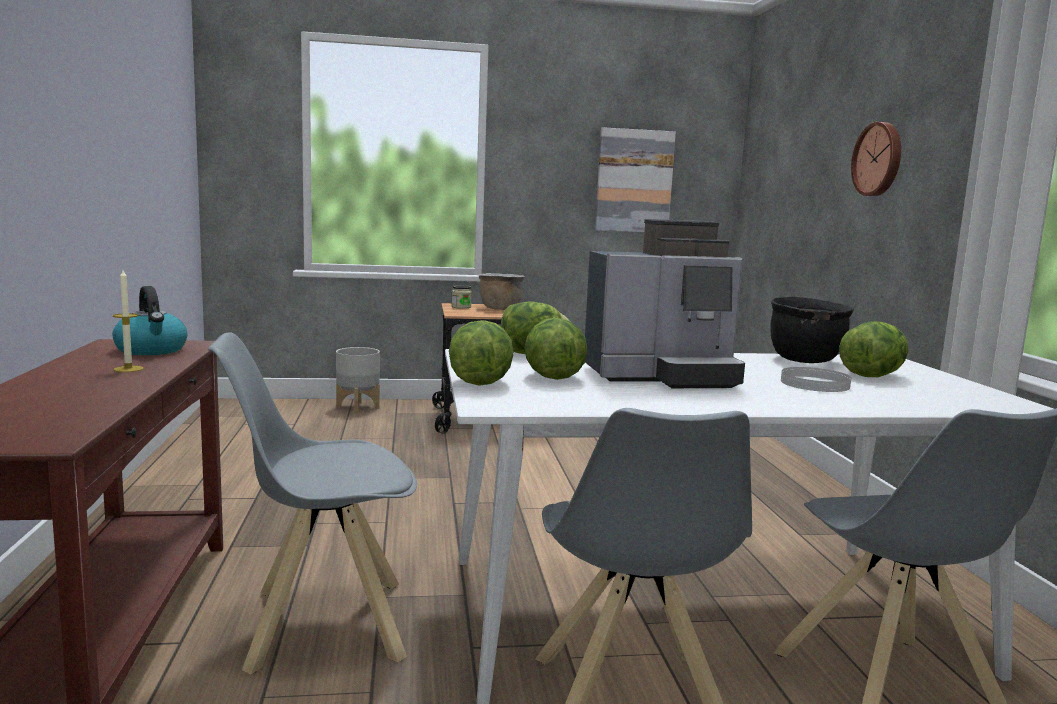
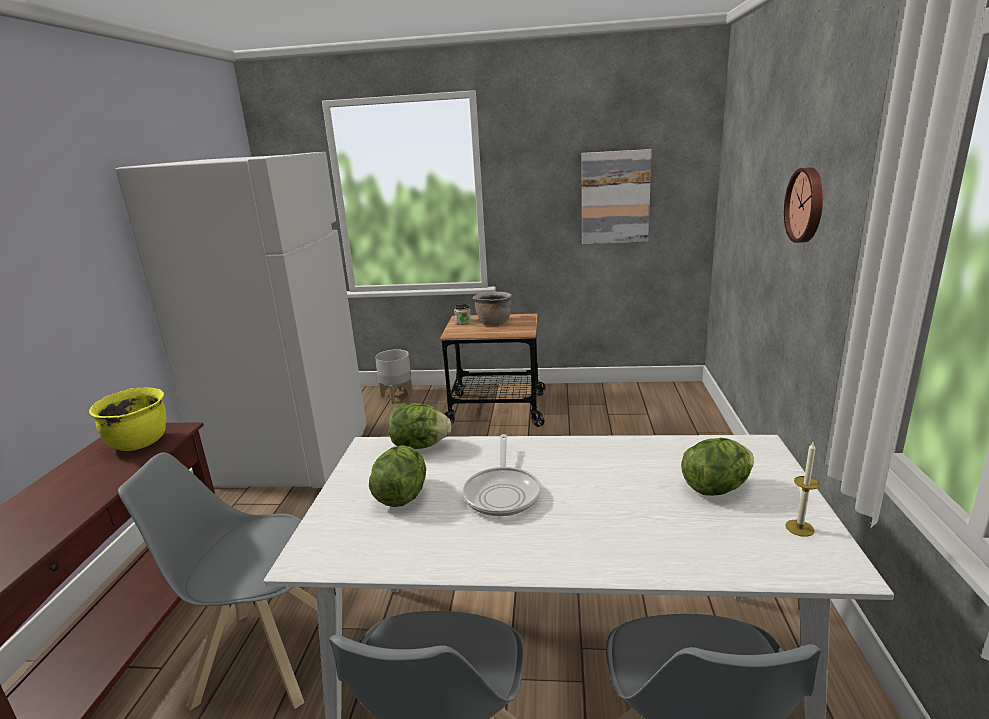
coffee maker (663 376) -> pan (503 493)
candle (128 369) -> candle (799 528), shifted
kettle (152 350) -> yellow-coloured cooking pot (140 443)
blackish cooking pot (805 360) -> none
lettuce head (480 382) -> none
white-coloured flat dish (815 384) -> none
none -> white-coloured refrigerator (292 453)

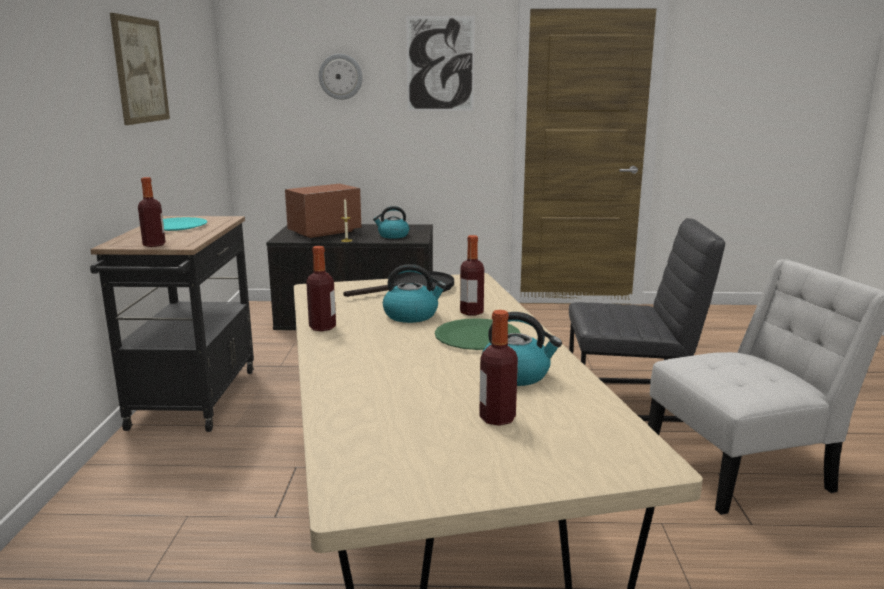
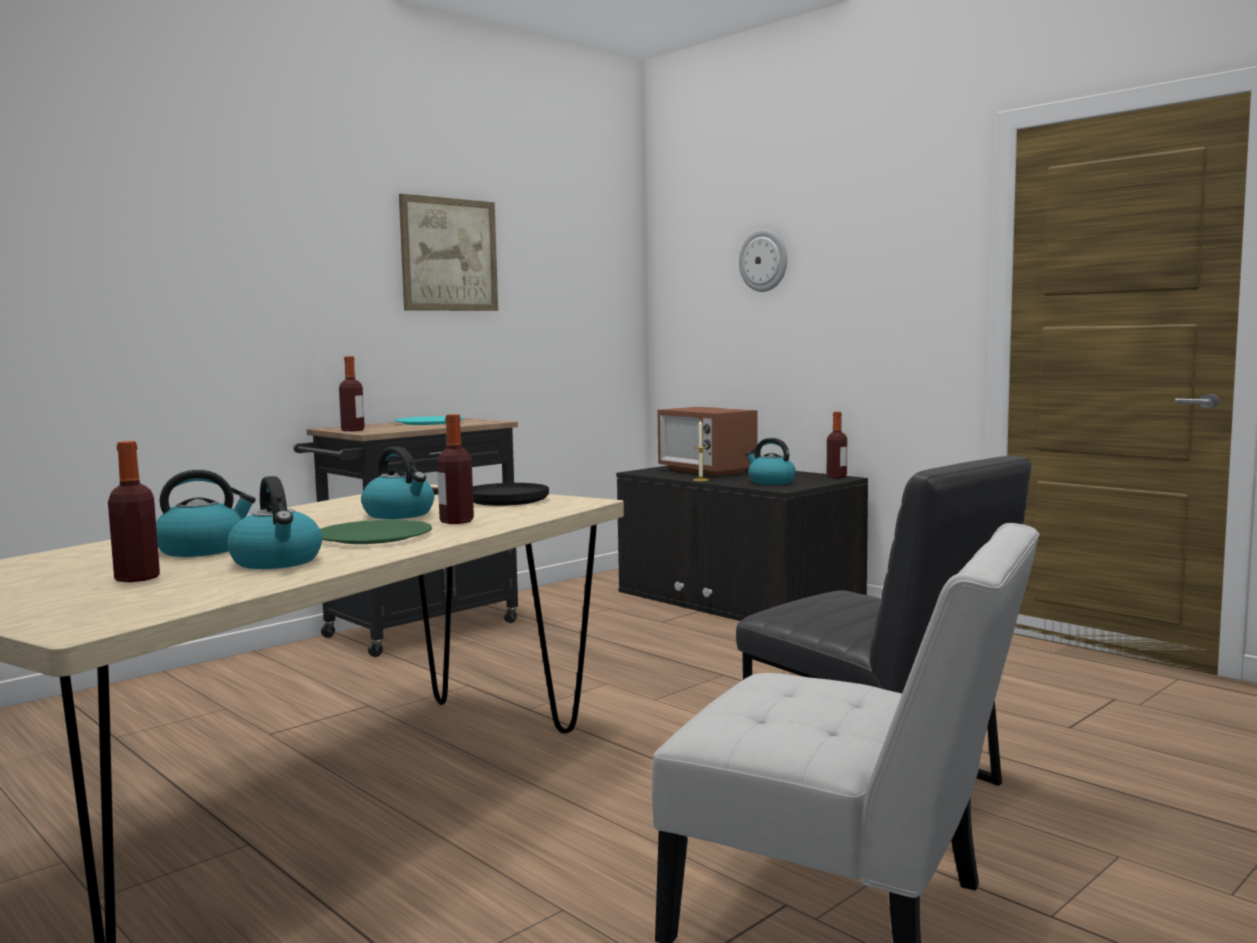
picture (440 64) -> none
kitchen microwave (324 232) -> kitchen microwave (706 471), 135 degrees counterclockwise
drink bottle (322 327) -> drink bottle (836 476), shifted
none -> kettle (203 549)

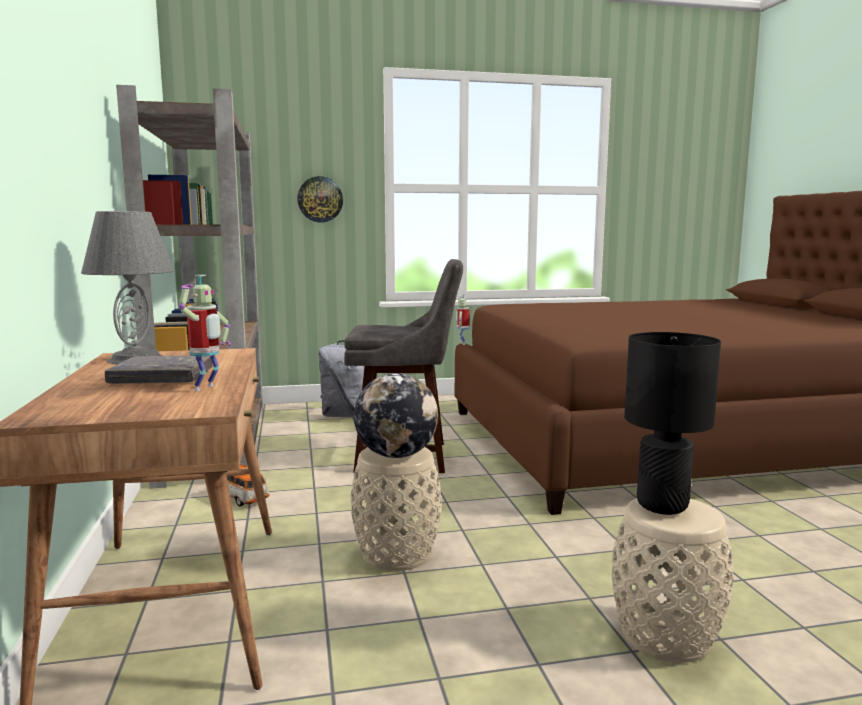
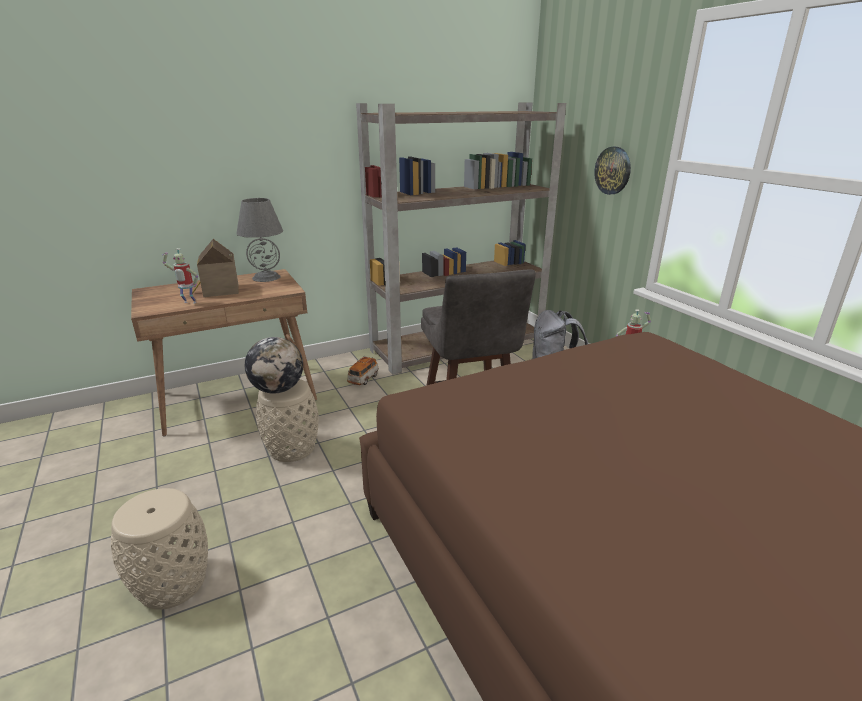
blackish table lamp (663 509) -> none
grey volume (162 377) -> toy house (219 290)

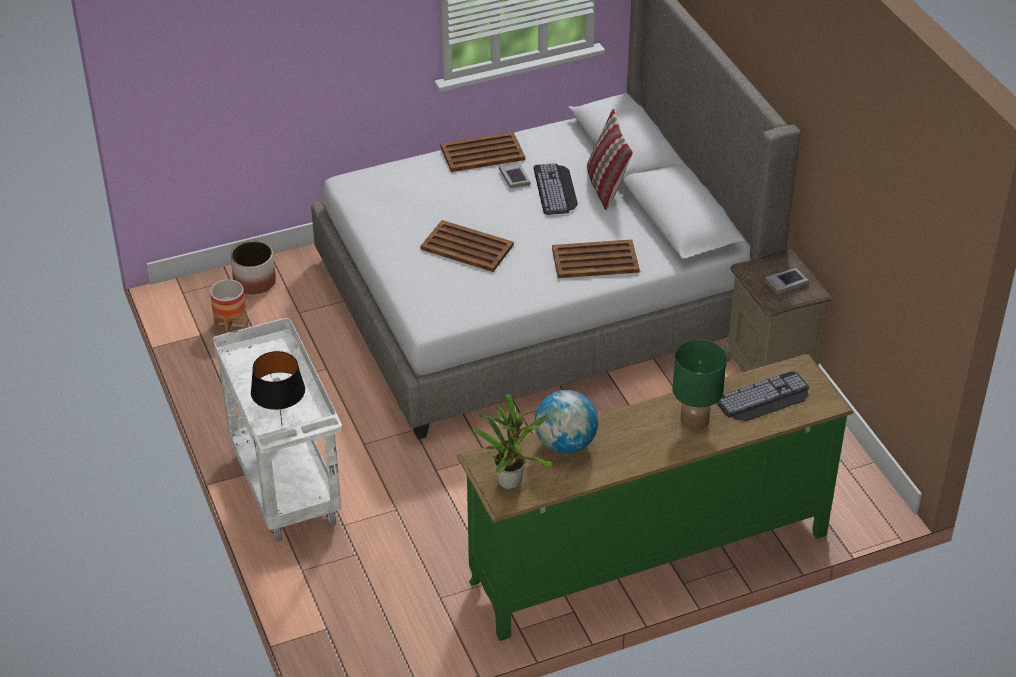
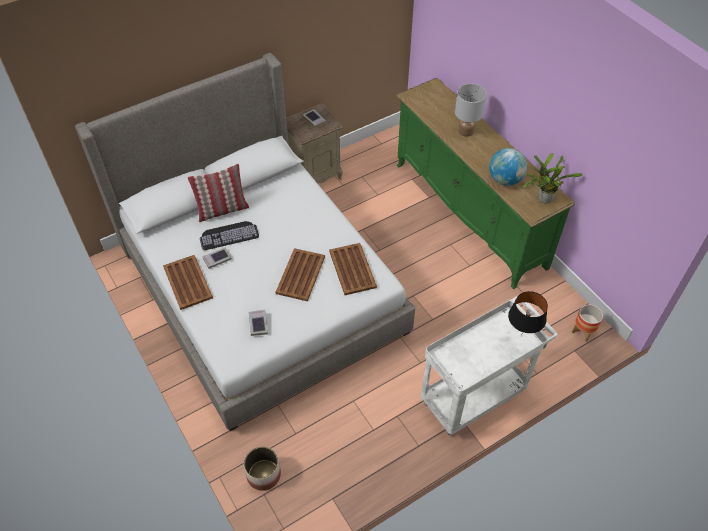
brown-coloured carrying tray (596 260) -> brown-coloured carrying tray (352 268), shifted
plant pot (231 324) -> plant pot (583 331), shifted
green-coloured table lamp (695 420) -> grey table lamp (465 131)
PC keyboard (764 399) -> none
none -> volume (258 324)

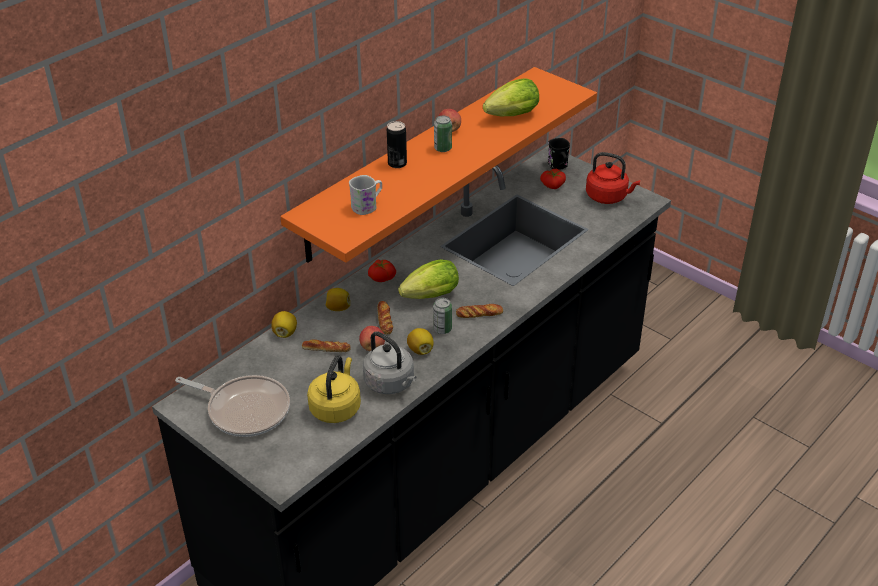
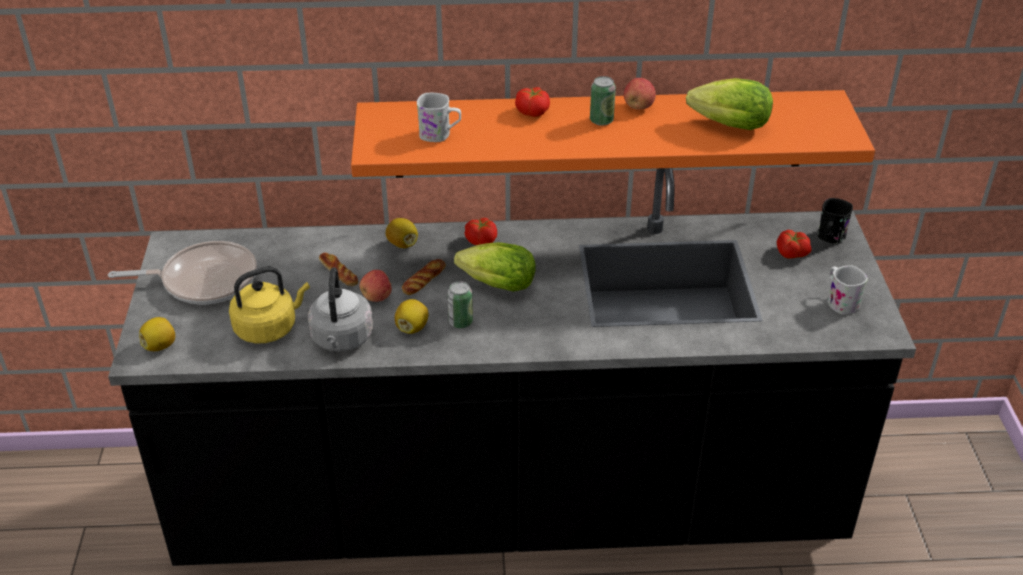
metal can (397 163) -> tomato (533 111)
red-coloured kettle (608 197) -> white-coloured mug (839 301)
bakery bread (479 314) -> none
whole lemon (285 333) -> whole lemon (160 346), shifted
pan (245 410) -> pan (204 280), 75 degrees counterclockwise

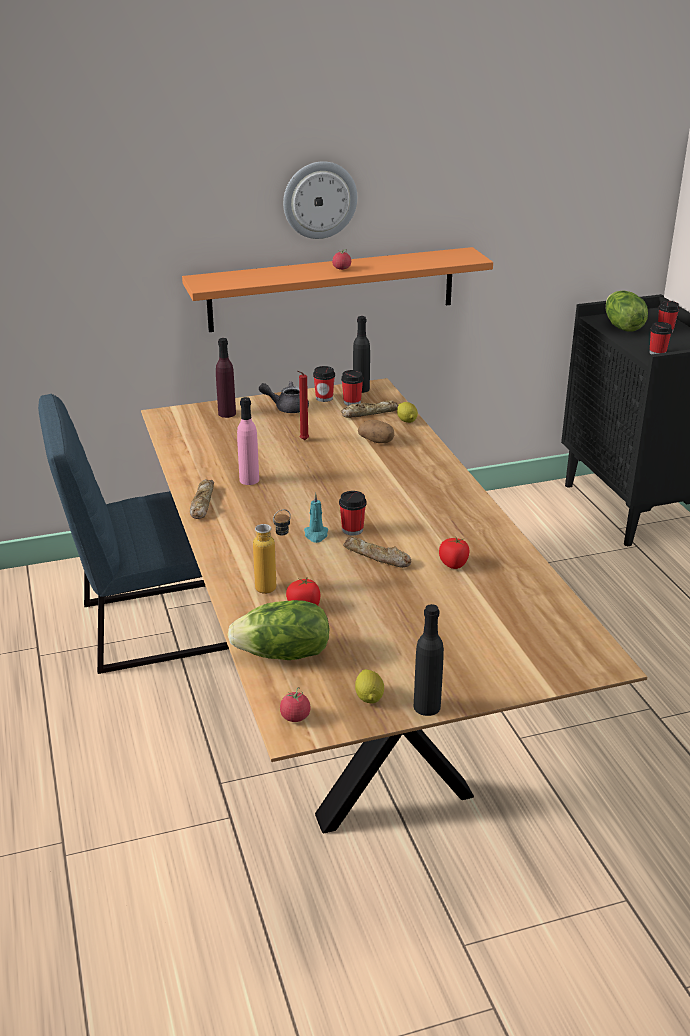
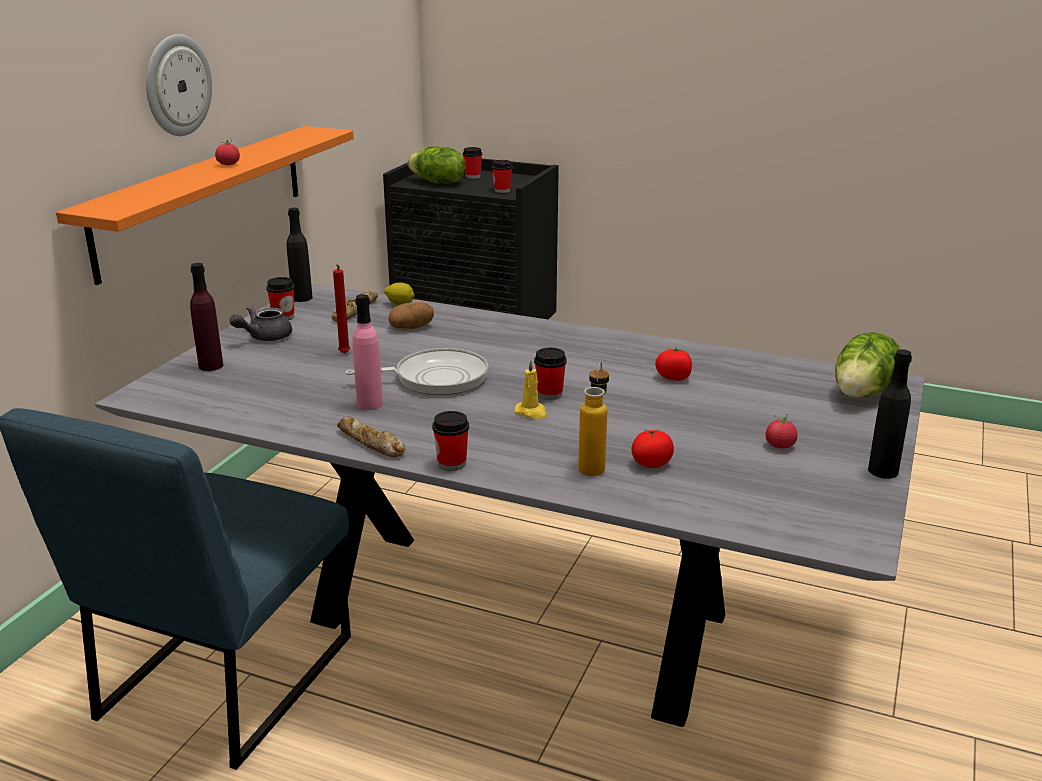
cup (352 402) -> cup (452 463), shifted
brown-coloured dinner table (344 703) -> grey dinner table (520 620)
blue-green candle (316 535) -> yellow-coloured candle (531 412)
bakery bread (377 557) -> none
lettuce head (283 654) -> lettuce head (863 392), shifted
whole lemon (369 697) -> none
tomato (295 717) -> tomato (780 446), shifted
none -> pan (435 378)

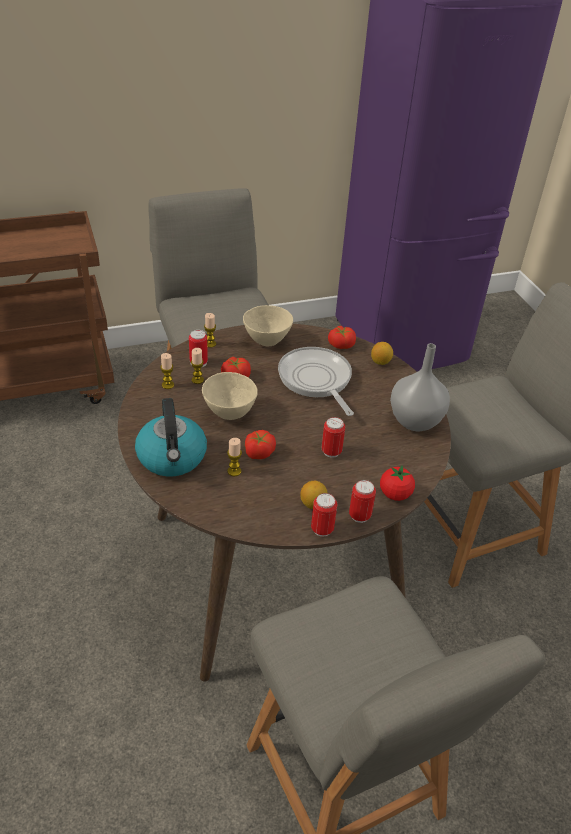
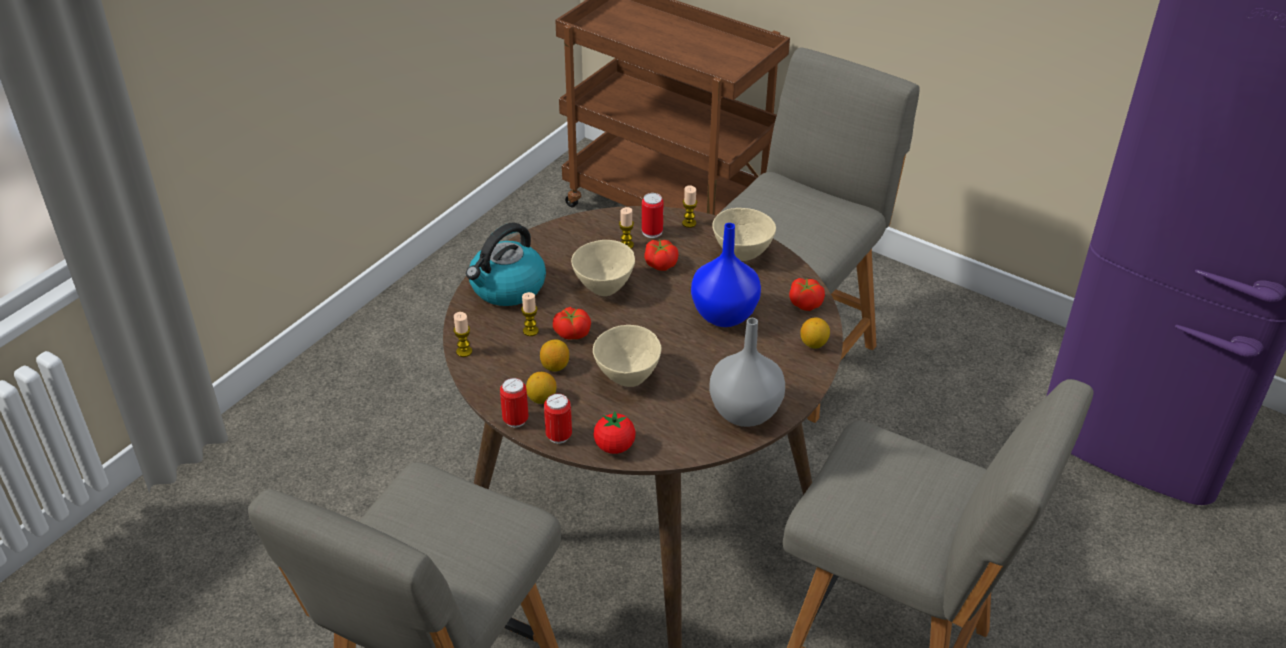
pan (316 380) -> bluish decorative vase (722 315)
candle (168 385) -> candle (464 351), shifted
metal can (331 451) -> beige-coloured deep dish (626 376)
none -> whole lemon (555 366)

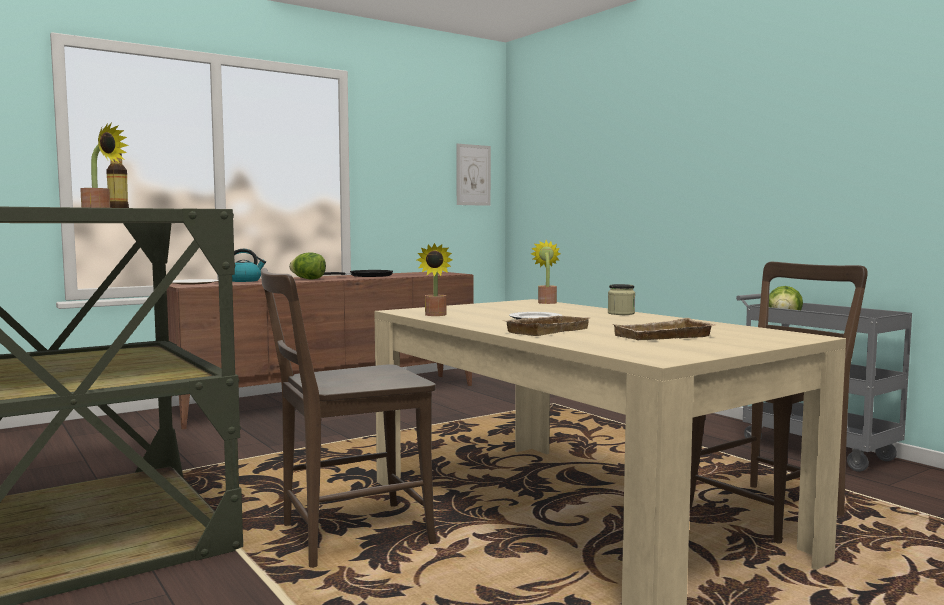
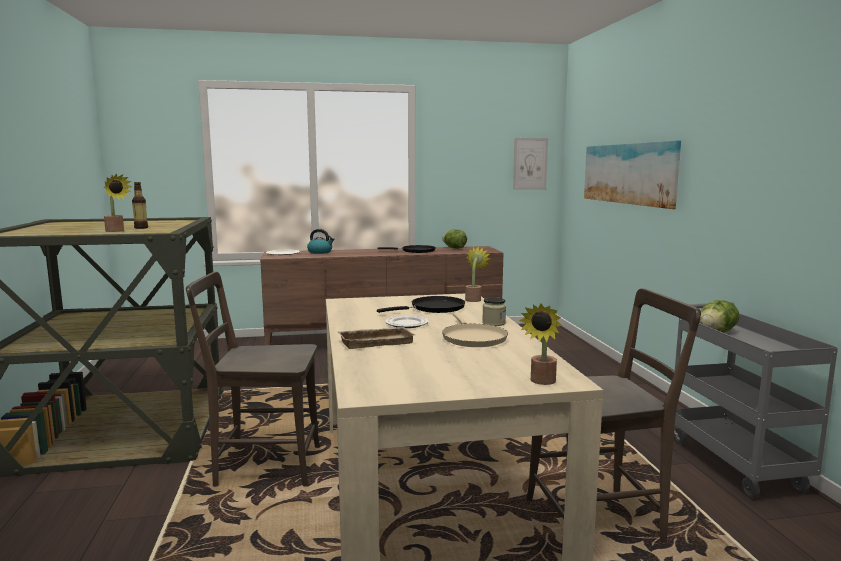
plant in a pot (435 315) -> plant in a pot (541 382), shifted
lettuce head (308 279) -> lettuce head (454 248), shifted
beige-coloured carrying tray (663 337) -> none
none -> picture (629 173)
none -> blackish pan (434 308)
none -> beige-coloured pan (472 338)

